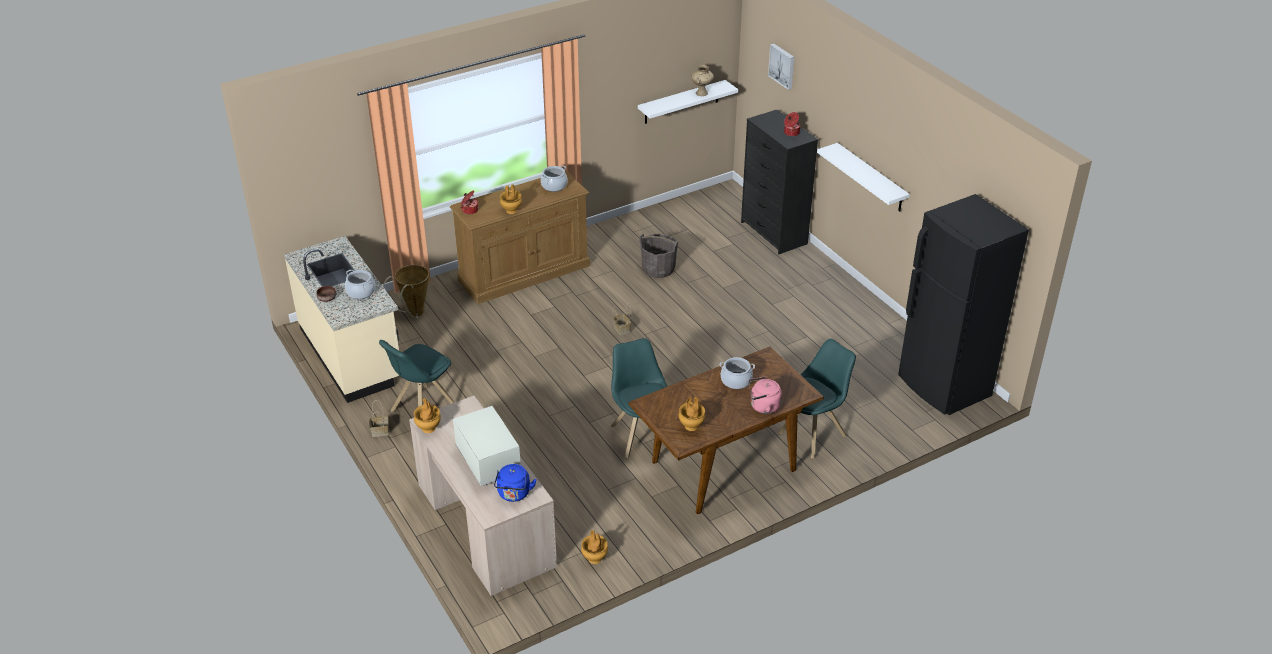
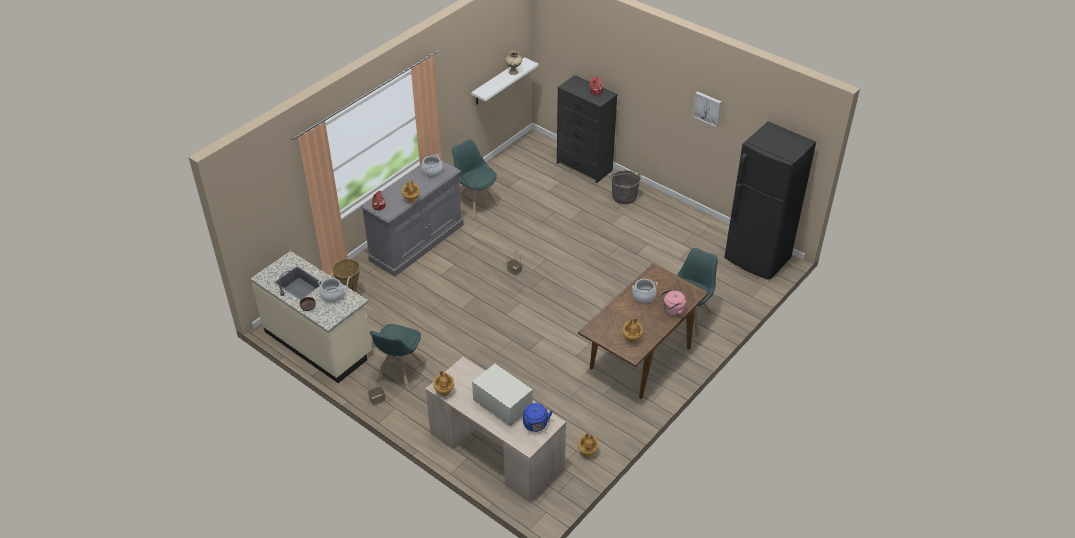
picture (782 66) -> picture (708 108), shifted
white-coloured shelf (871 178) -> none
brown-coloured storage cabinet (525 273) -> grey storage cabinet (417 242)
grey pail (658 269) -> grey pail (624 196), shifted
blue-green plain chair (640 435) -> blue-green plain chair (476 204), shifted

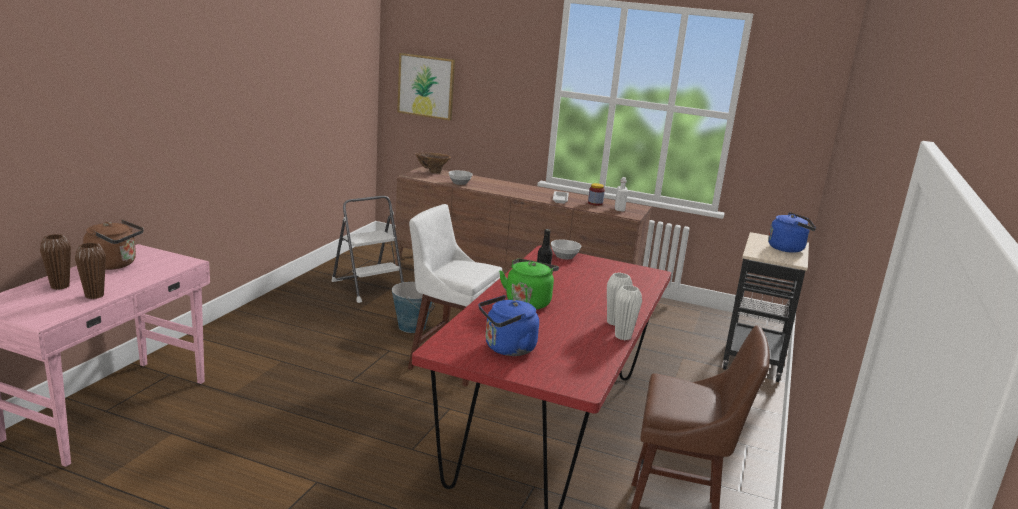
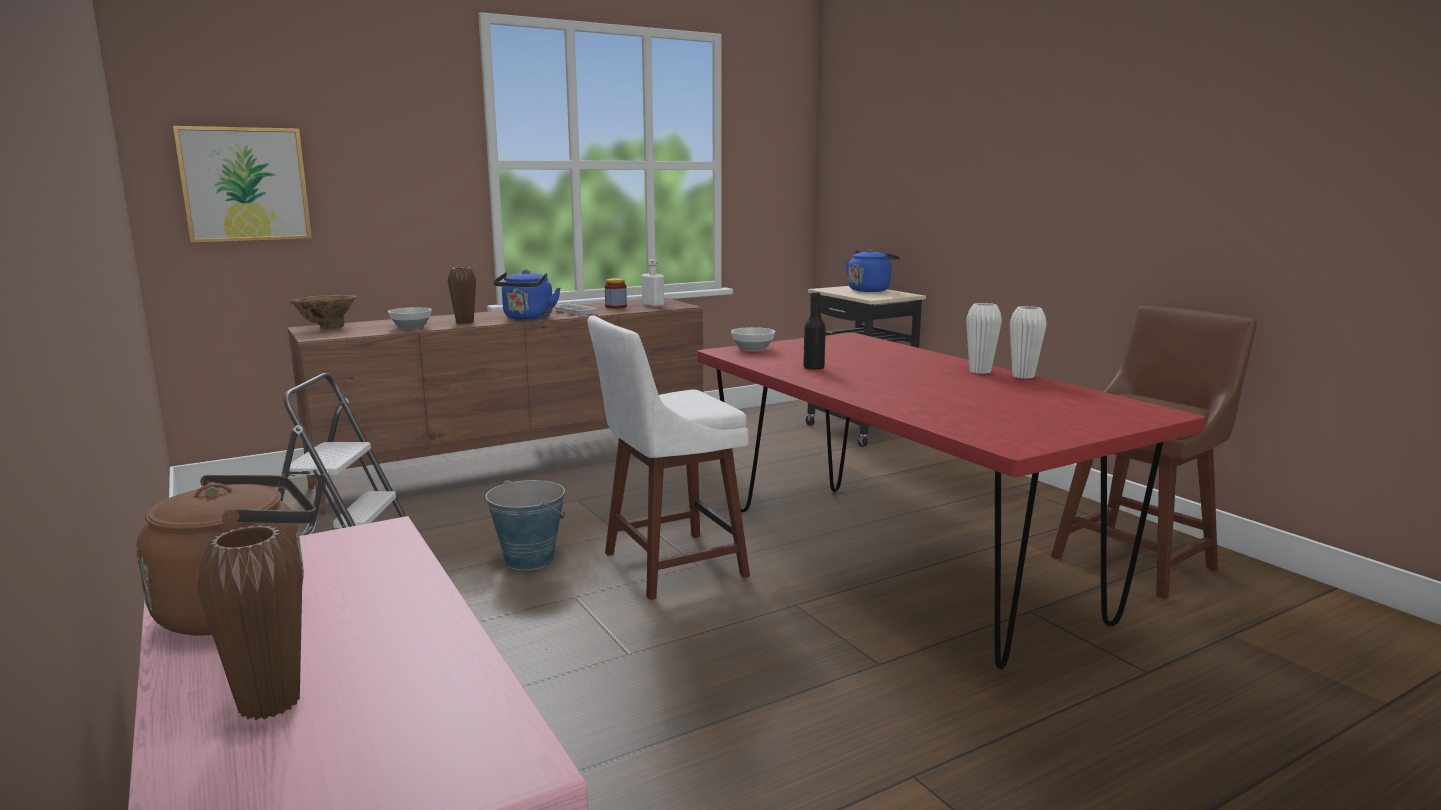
brown-coloured decorative vase (94 295) -> brown-coloured decorative vase (465 322), shifted
green-coloured kettle (528 302) -> none
bluish kettle (507 349) -> bluish kettle (527 318), shifted

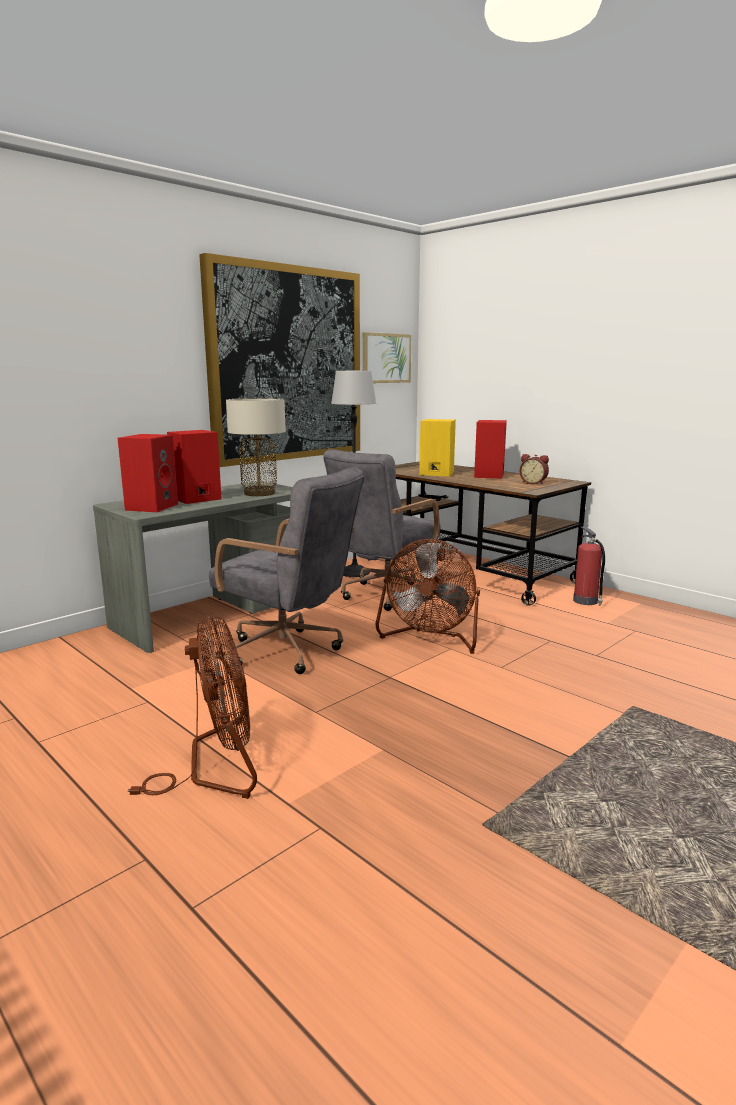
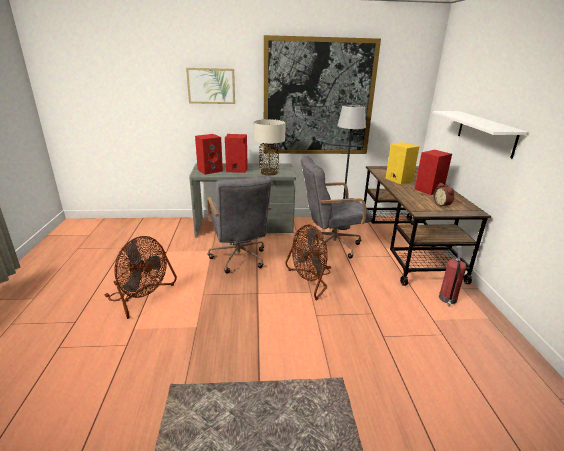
picture (386 358) -> picture (211 86), shifted
none -> white-coloured shelf (485 133)

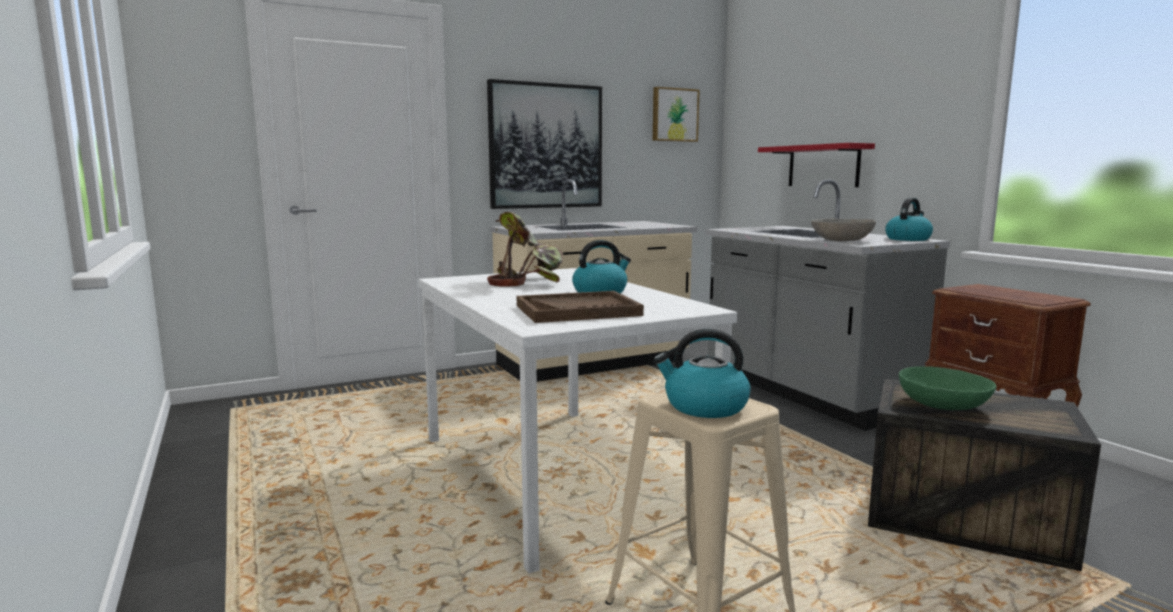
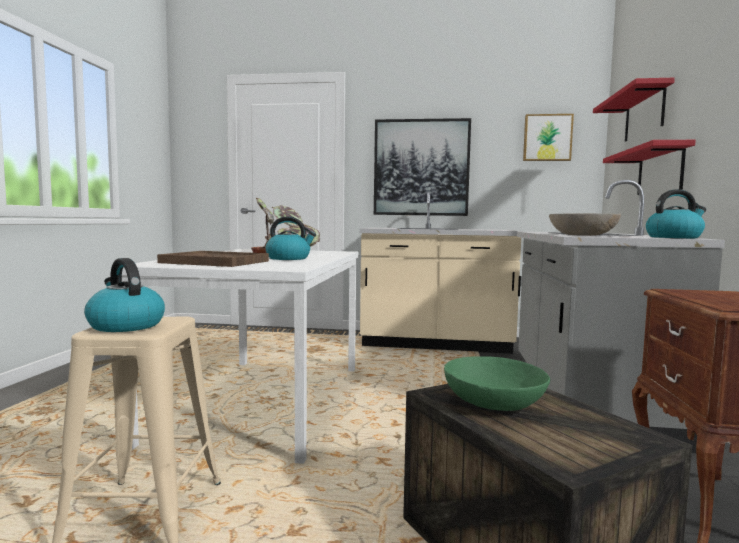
none -> red-coloured shelf (644 114)

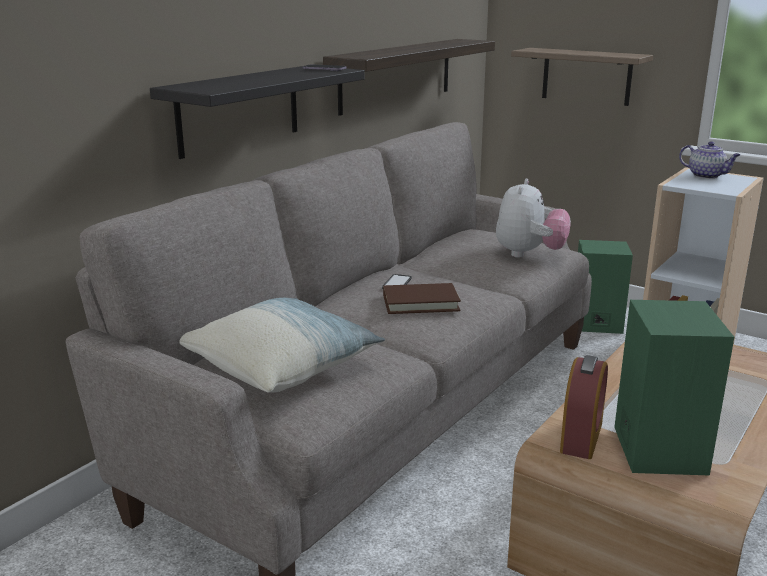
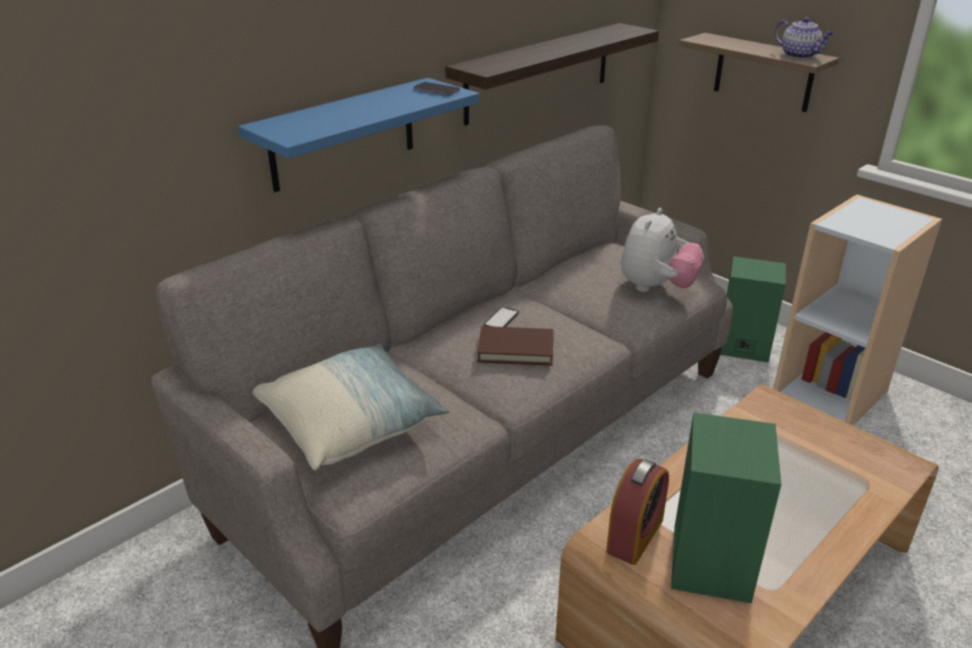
blackish shelf (239 110) -> bluish shelf (343 134)
teapot (707 176) -> teapot (800 56), shifted

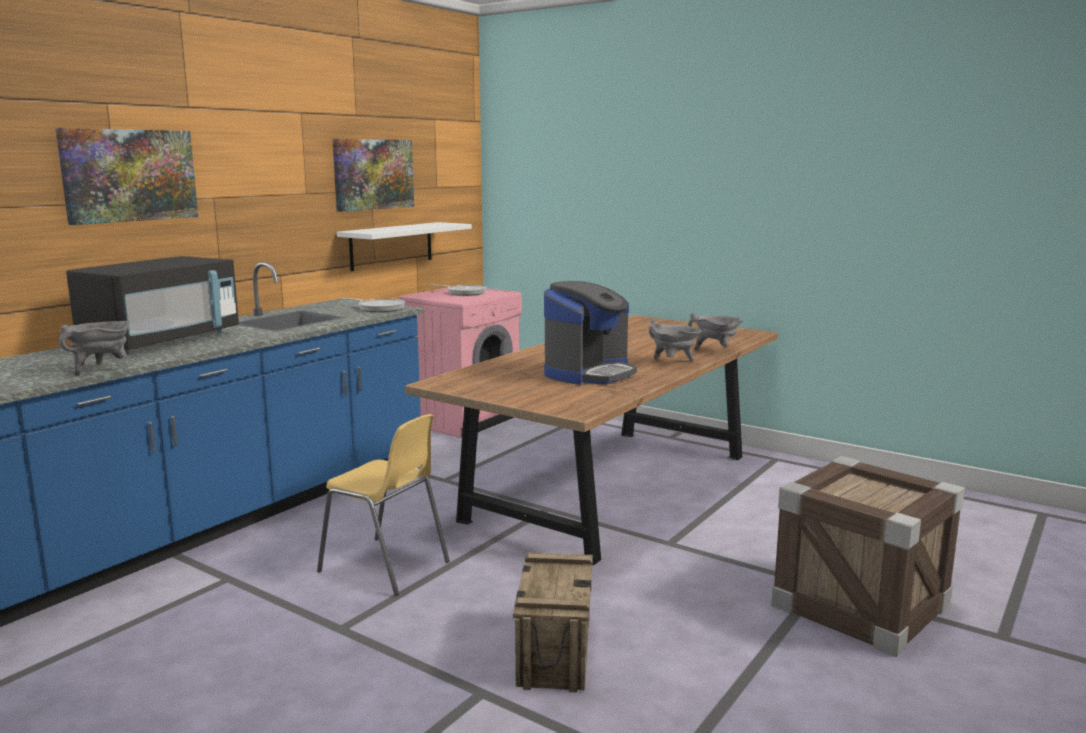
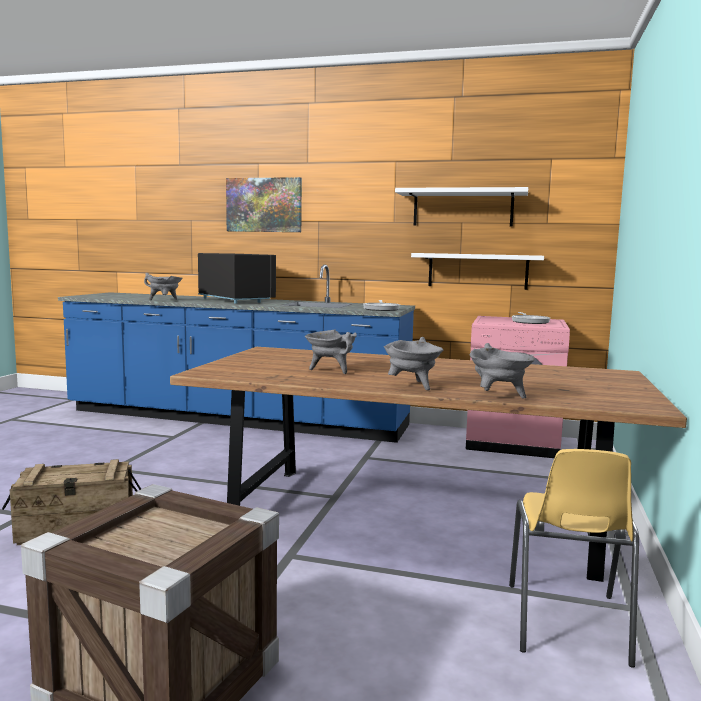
picture (373 174) -> white-coloured shelf (463 208)
blackish kitchen microwave (163 341) -> blackish kitchen microwave (236 300), 135 degrees counterclockwise
coffee maker (589 373) -> grey cooking pot (331 370)
yellow-coloured plain chair (385 567) -> yellow-coloured plain chair (566 623), shifted

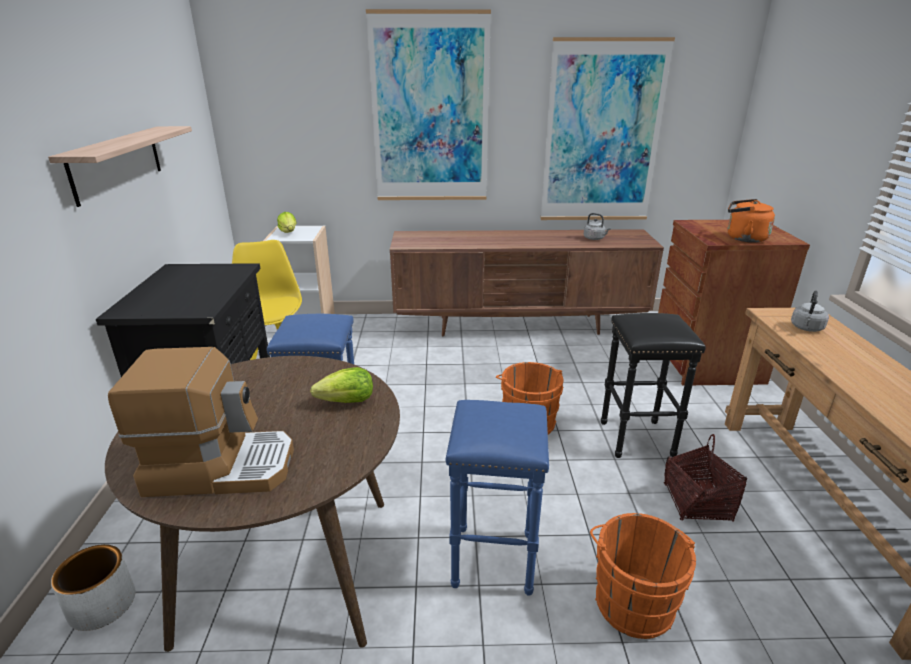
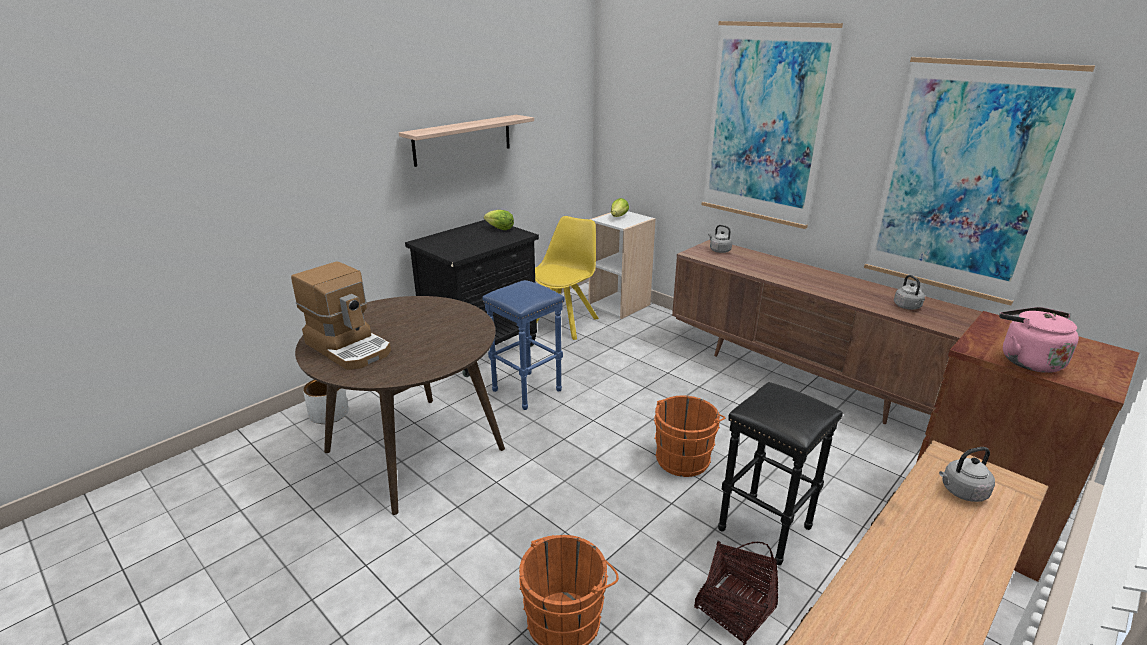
orangey kettle (743 238) -> pinkish kettle (1027 360)
lettuce head (347 402) -> lettuce head (500 229), shifted
bluish stool (495 560) -> none
none -> grey kettle (719 250)

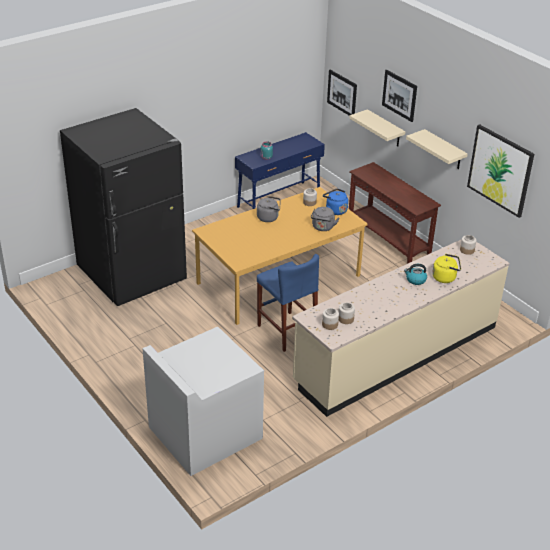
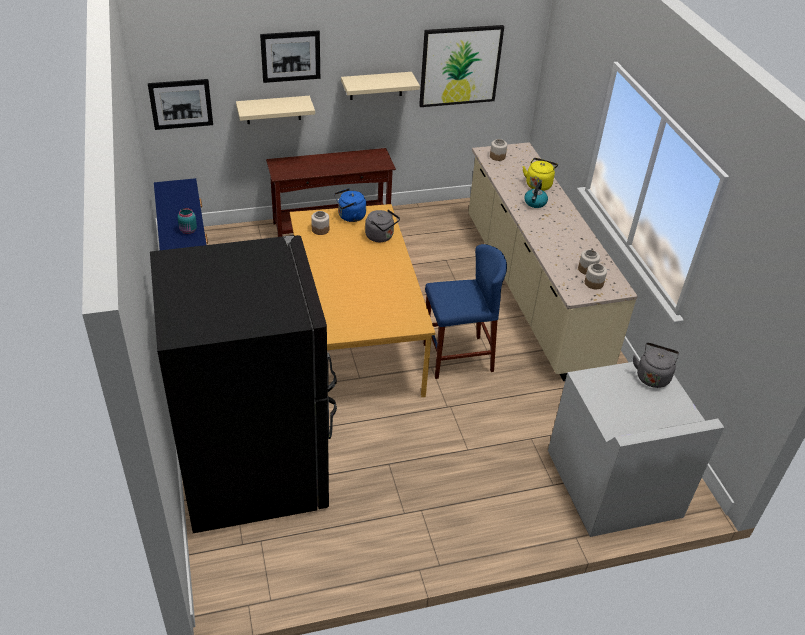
grey kettle (269 218) -> grey kettle (652 376), shifted

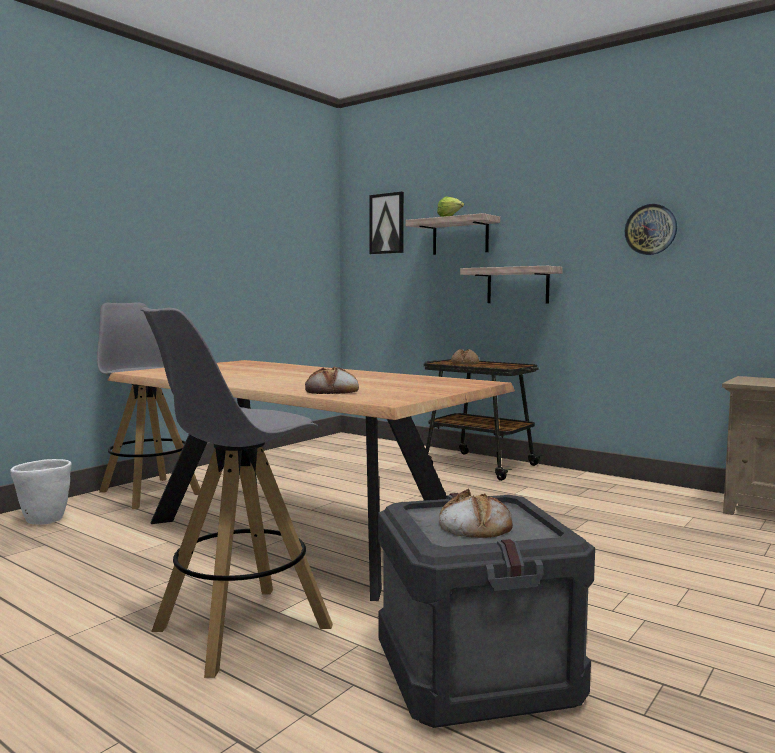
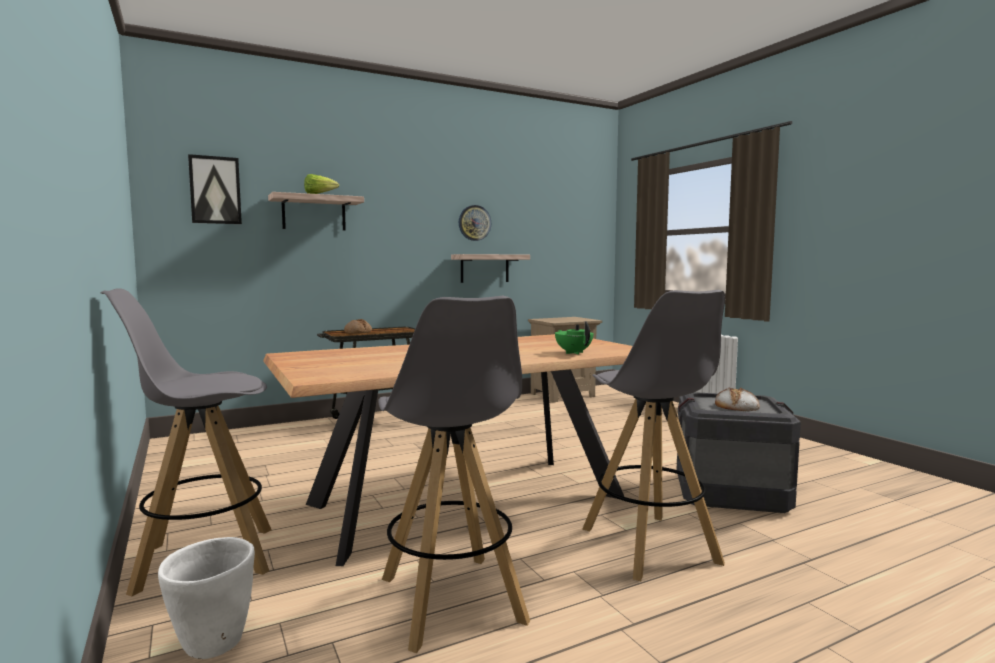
shelf (517 285) -> shelf (484 268), shifted
bakery bread (333 391) -> green-coloured teapot (573 353)
none -> grey stool (452 600)

